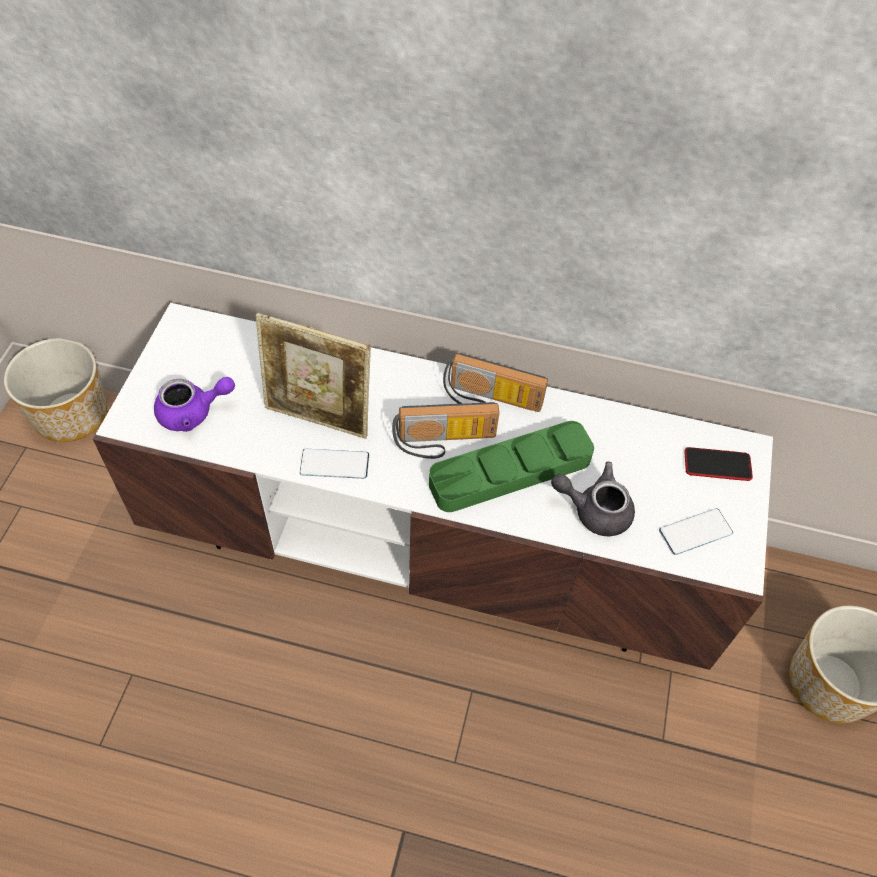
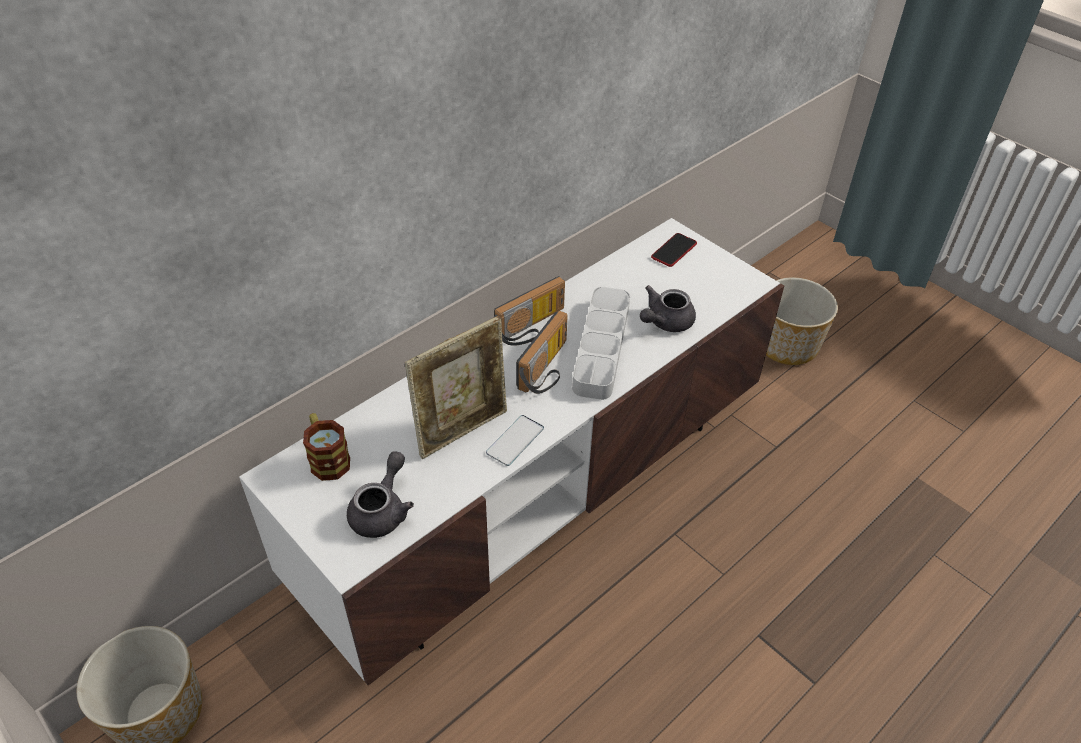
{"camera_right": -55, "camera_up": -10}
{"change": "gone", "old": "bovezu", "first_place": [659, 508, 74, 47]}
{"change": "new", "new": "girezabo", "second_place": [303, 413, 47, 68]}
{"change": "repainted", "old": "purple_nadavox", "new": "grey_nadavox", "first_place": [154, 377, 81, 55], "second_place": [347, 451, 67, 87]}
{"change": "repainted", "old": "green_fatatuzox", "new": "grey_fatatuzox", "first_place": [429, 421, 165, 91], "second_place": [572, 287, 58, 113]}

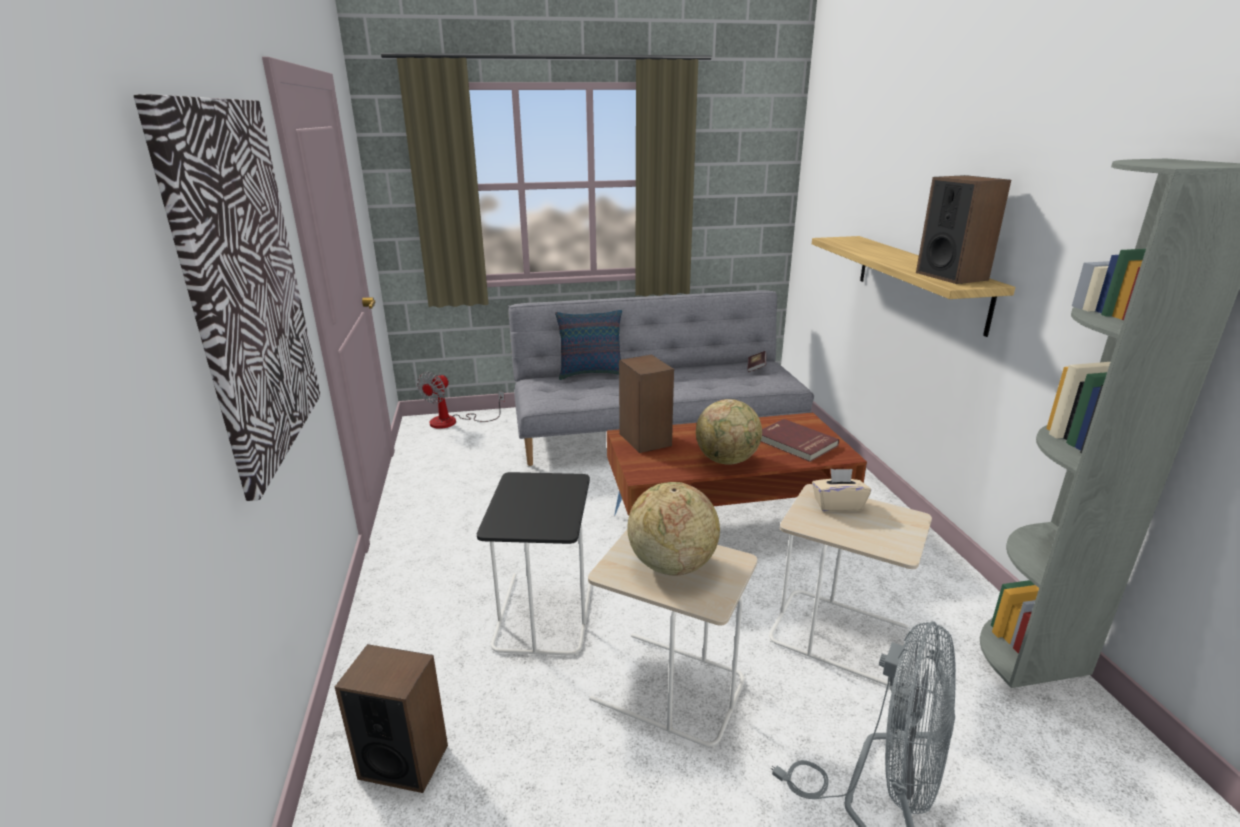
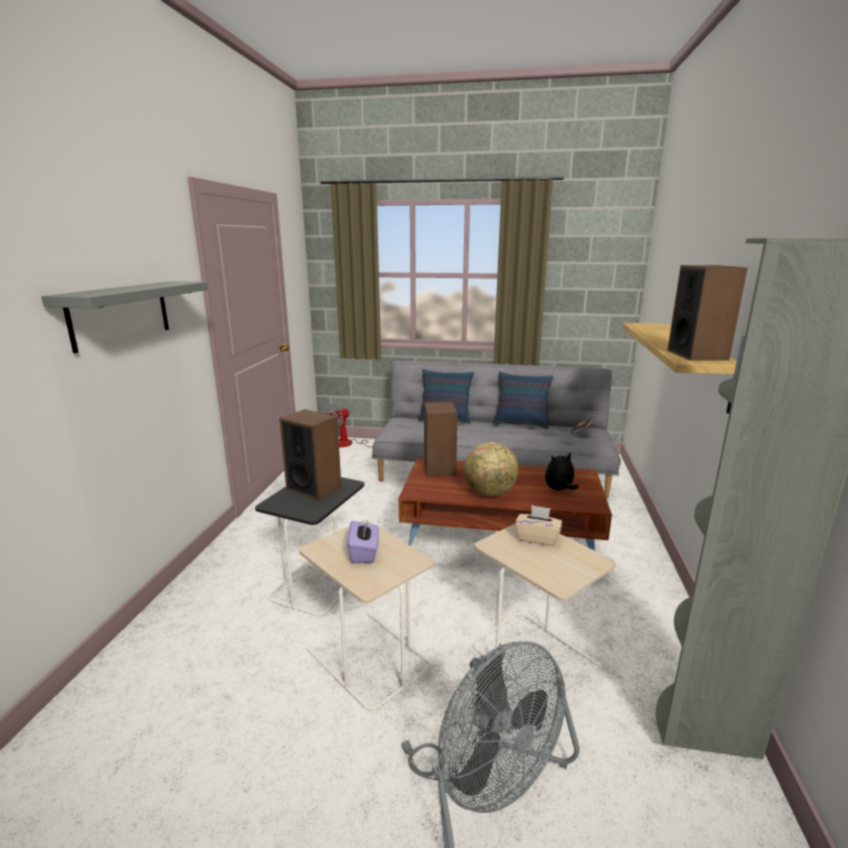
{"camera_right": 20, "camera_up": -5}
{"change": "new", "new": "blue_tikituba", "second_place": [494, 372, 60, 57]}
{"change": "shifted", "old": "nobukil", "first_place": [335, 644, 113, 149], "second_place": [279, 409, 62, 92]}
{"change": "swapped", "old": "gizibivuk", "new": "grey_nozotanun", "first_place": [134, 94, 187, 407], "second_place": [41, 281, 167, 72]}
{"change": "swapped", "old": "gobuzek", "new": "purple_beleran", "first_place": [627, 482, 93, 93], "second_place": [347, 518, 32, 45]}
{"change": "swapped", "old": "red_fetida", "new": "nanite", "first_place": [761, 419, 78, 43], "second_place": [545, 452, 33, 38]}

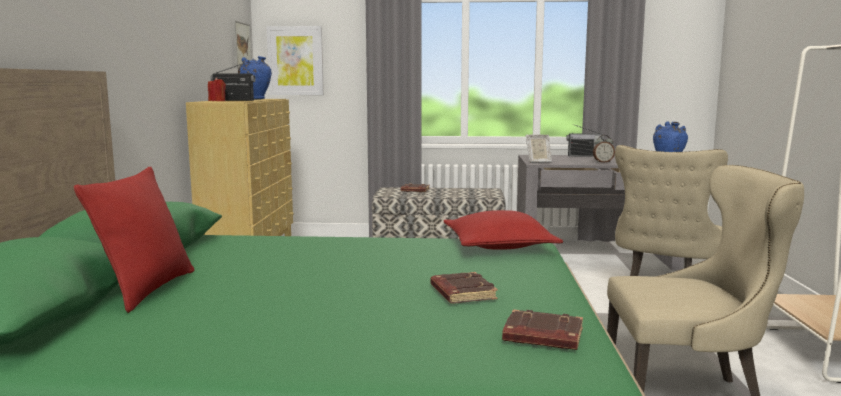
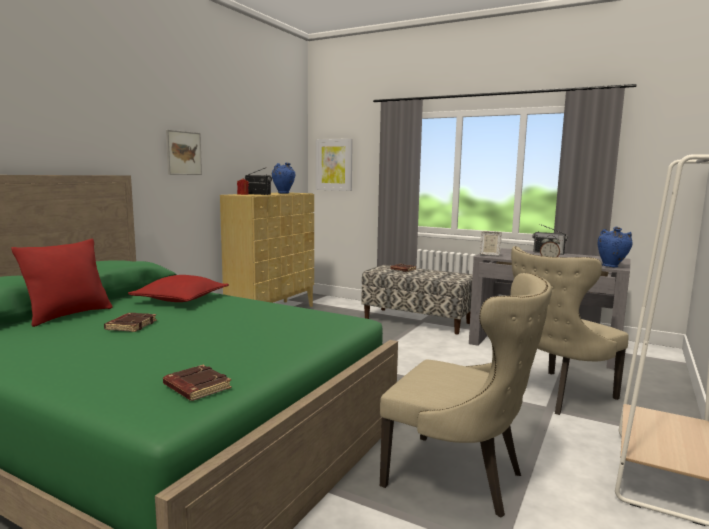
{"camera_right": 25, "camera_up": 0}
{"change": "shifted", "old": "gizibivuk", "first_place": [233, 20, 19, 48], "second_place": [166, 130, 36, 45]}
{"change": "shifted", "old": "brown_fetida", "first_place": [431, 272, 67, 32], "second_place": [104, 313, 53, 19]}
{"change": "shifted", "old": "red_tikituba", "first_place": [443, 210, 120, 40], "second_place": [128, 275, 101, 27]}

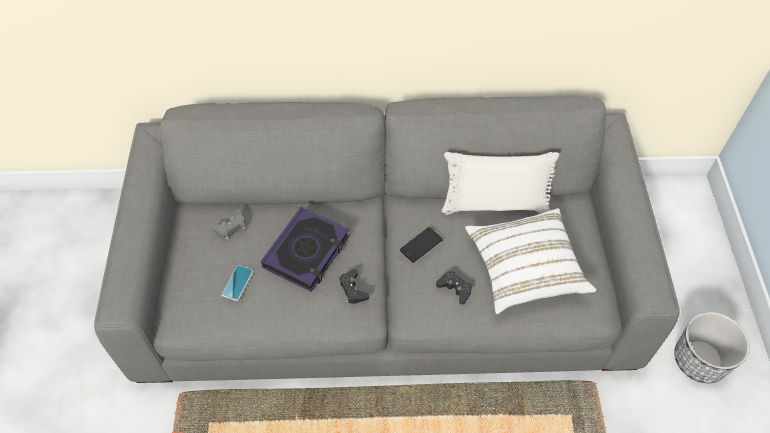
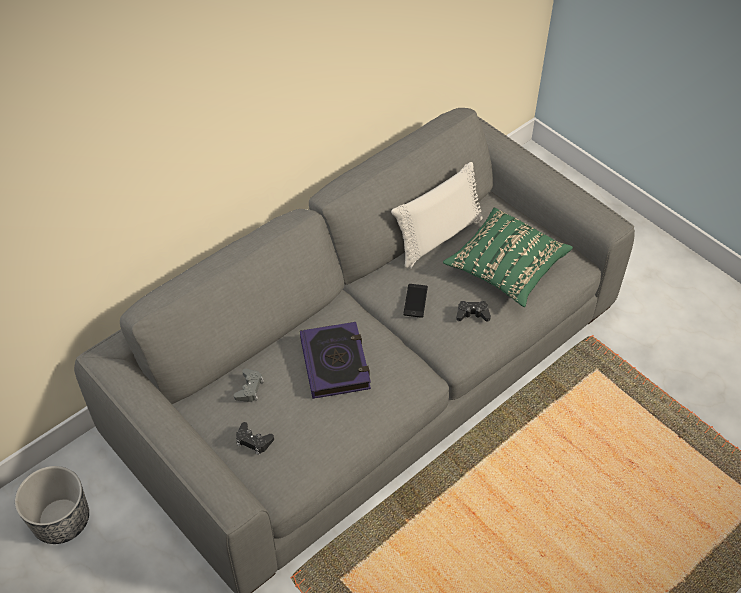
{"camera_right": -40, "camera_up": -5}
{"change": "gone", "old": "bovezu", "first_place": [222, 265, 32, 36]}
{"change": "shifted", "old": "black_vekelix", "first_place": [338, 269, 31, 35], "second_place": [236, 422, 38, 33]}
{"change": "shifted", "old": "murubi", "first_place": [674, 312, 76, 71], "second_place": [15, 466, 74, 78]}
{"change": "repainted", "old": "white_tikituba", "new": "green_tikituba", "first_place": [465, 208, 131, 106], "second_place": [443, 208, 130, 99]}

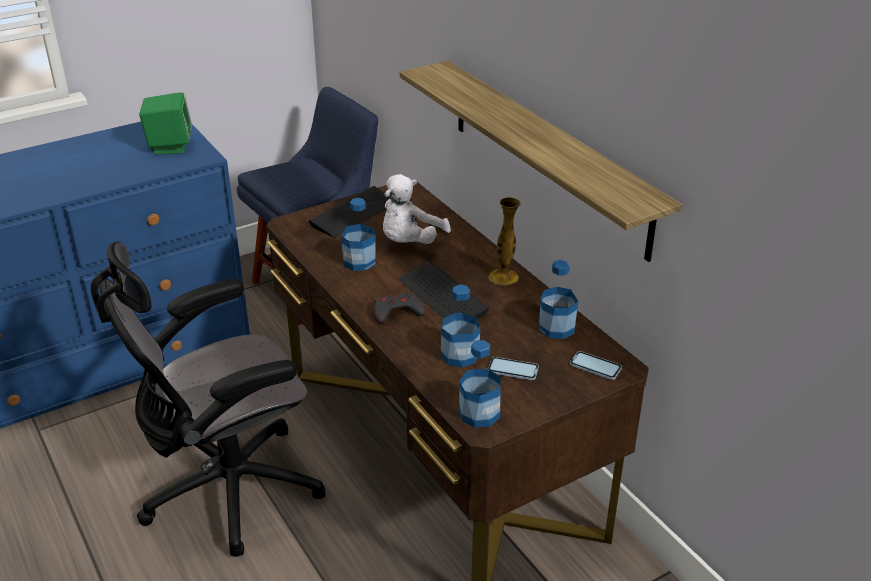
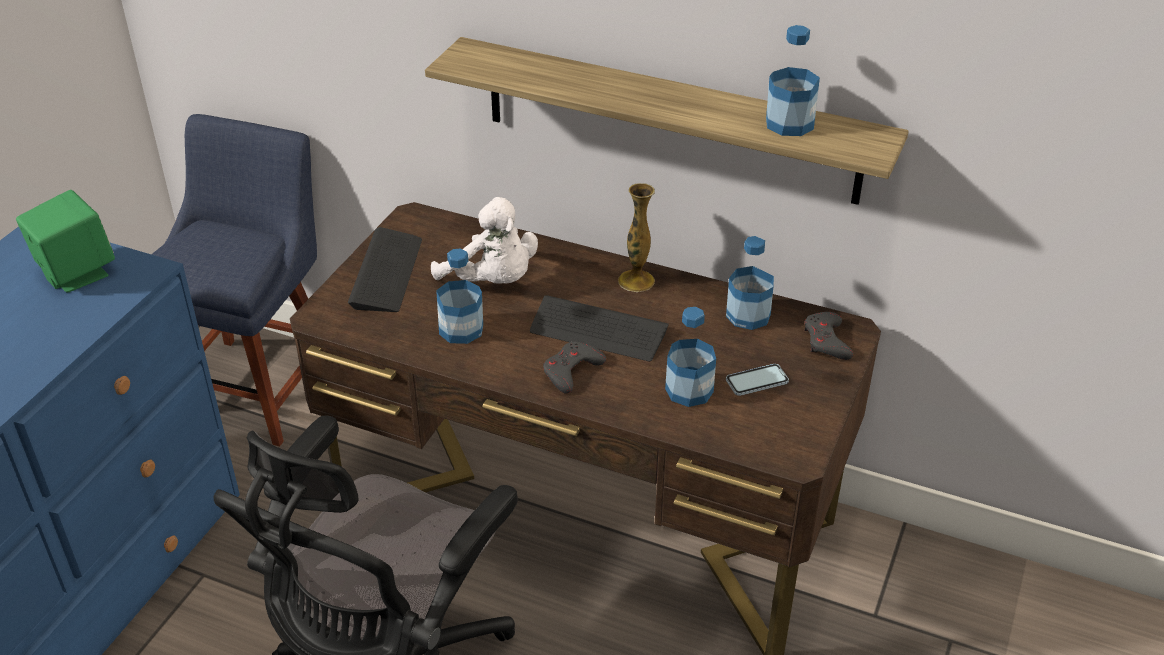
{"camera_right": -35, "camera_up": 5}
{"change": "shifted", "old": "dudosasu", "first_place": [459, 340, 42, 88], "second_place": [766, 25, 54, 111]}
{"change": "swapped", "old": "bovezu", "new": "grey_vekelix", "first_place": [570, 351, 52, 29], "second_place": [804, 312, 49, 48]}
{"change": "rotated", "old": "white_nanite", "first_place": [383, 174, 68, 70], "second_place": [431, 197, 107, 87], "degrees": -45}

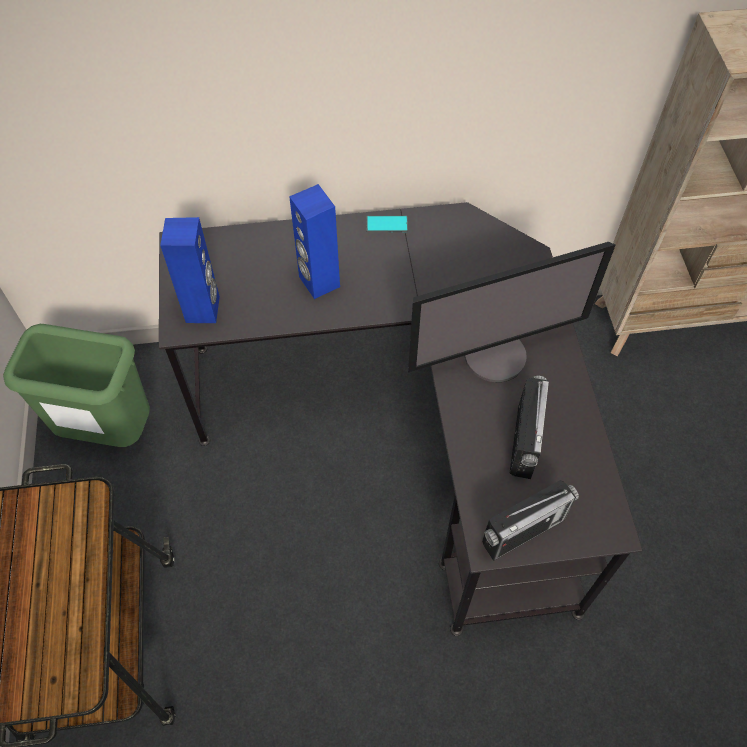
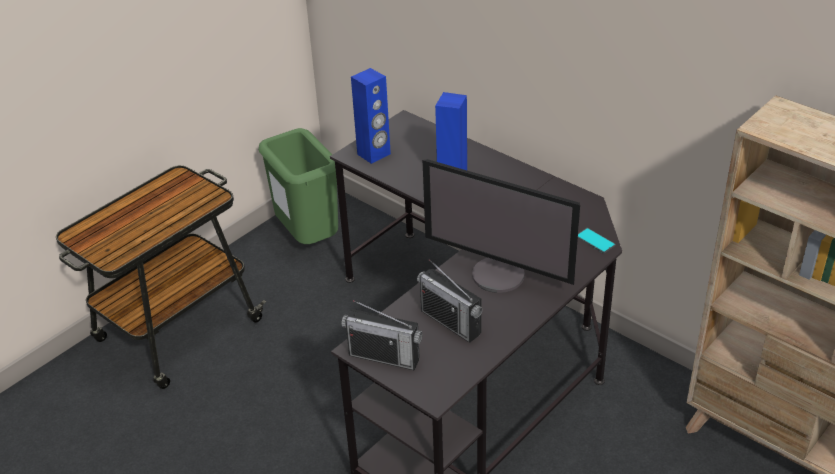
{"camera_right": 50, "camera_up": -20}
{"change": "shifted", "old": "bovezu", "first_place": [366, 216, 42, 16], "second_place": [578, 228, 38, 25]}
{"change": "rotated", "old": "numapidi", "first_place": [509, 376, 40, 103], "second_place": [417, 259, 66, 84], "degrees": 75}

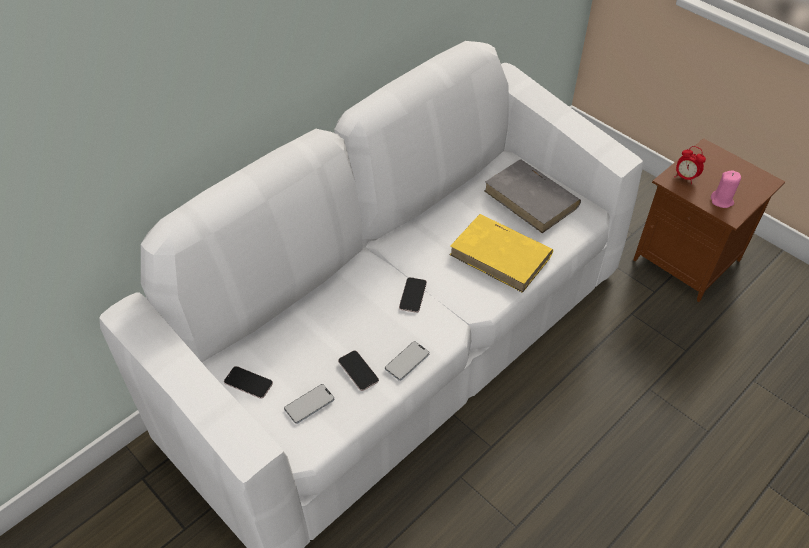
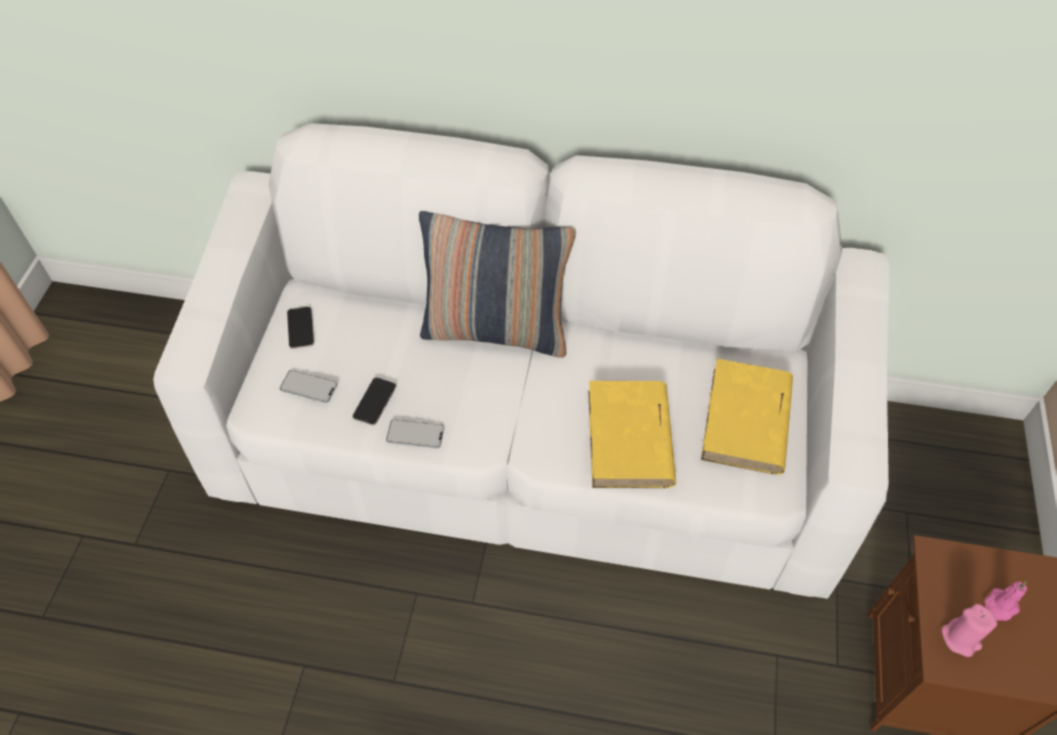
{"camera_right": 55, "camera_up": 5}
{"change": "gone", "old": "bovezu", "first_place": [399, 277, 28, 36]}
{"change": "gone", "old": "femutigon", "first_place": [675, 146, 31, 38]}
{"change": "new", "new": "tikituba", "second_place": [419, 211, 157, 147]}
{"change": "new", "new": "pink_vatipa", "second_place": [985, 581, 42, 40]}
{"change": "repainted", "old": "grey_fetida", "new": "yellow_fetida", "first_place": [484, 159, 97, 74], "second_place": [701, 359, 92, 116]}

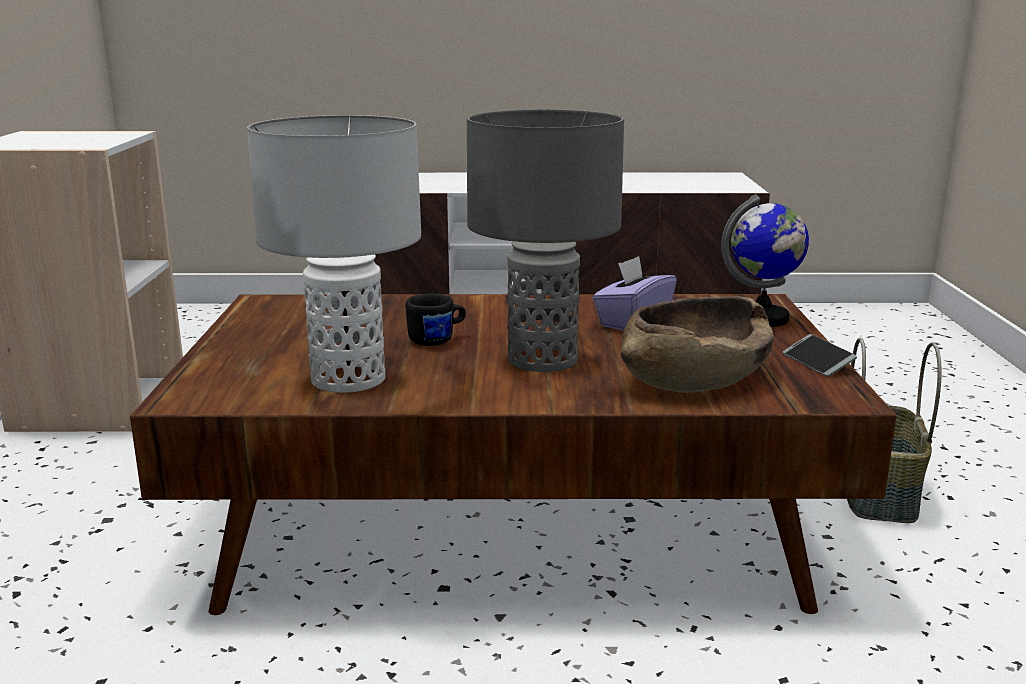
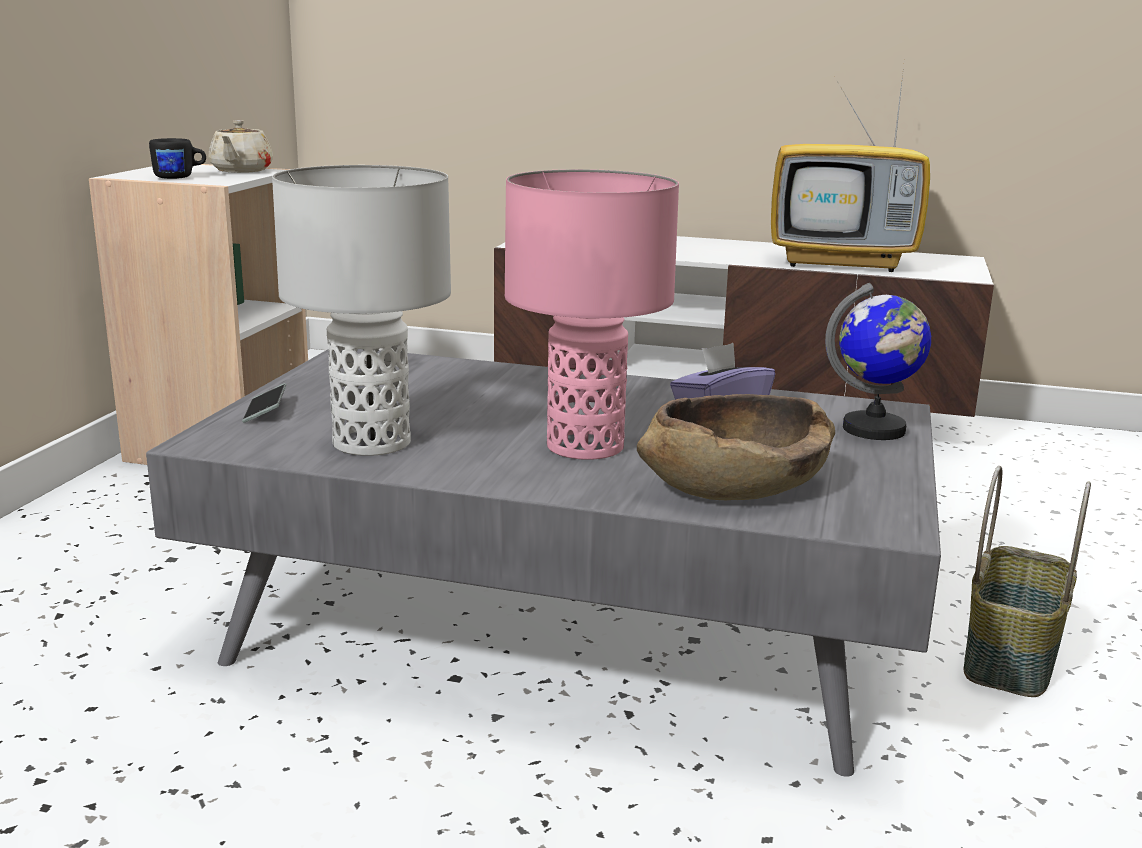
{"camera_right": 15, "camera_up": 0}
{"change": "new", "new": "beige_nadavox", "second_place": [209, 120, 64, 53]}
{"change": "new", "new": "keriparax", "second_place": [771, 66, 159, 206]}
{"change": "shifted", "old": "black_girezabo", "first_place": [405, 294, 61, 52], "second_place": [149, 138, 57, 41]}
{"change": "shifted", "old": "bovezu", "first_place": [783, 334, 74, 43], "second_place": [242, 383, 44, 40]}
{"change": "repainted", "old": "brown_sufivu", "new": "grey_sufivu", "first_place": [130, 294, 766, 321], "second_place": [146, 349, 795, 428]}
{"change": "repainted", "old": "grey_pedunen", "new": "pink_pedunen", "first_place": [467, 109, 157, 263], "second_place": [505, 169, 174, 291]}

